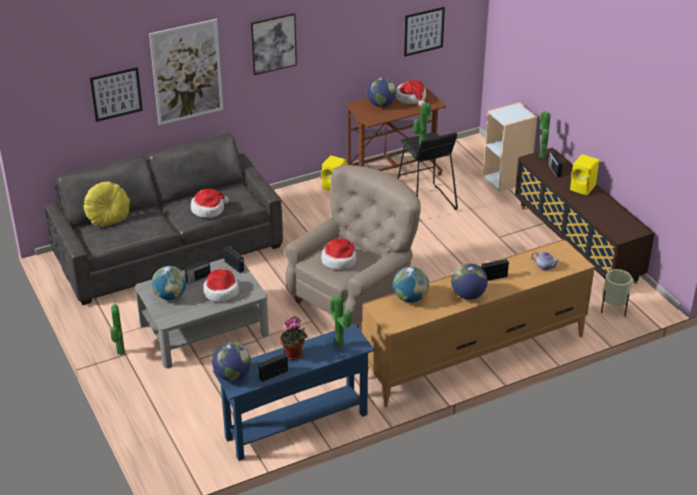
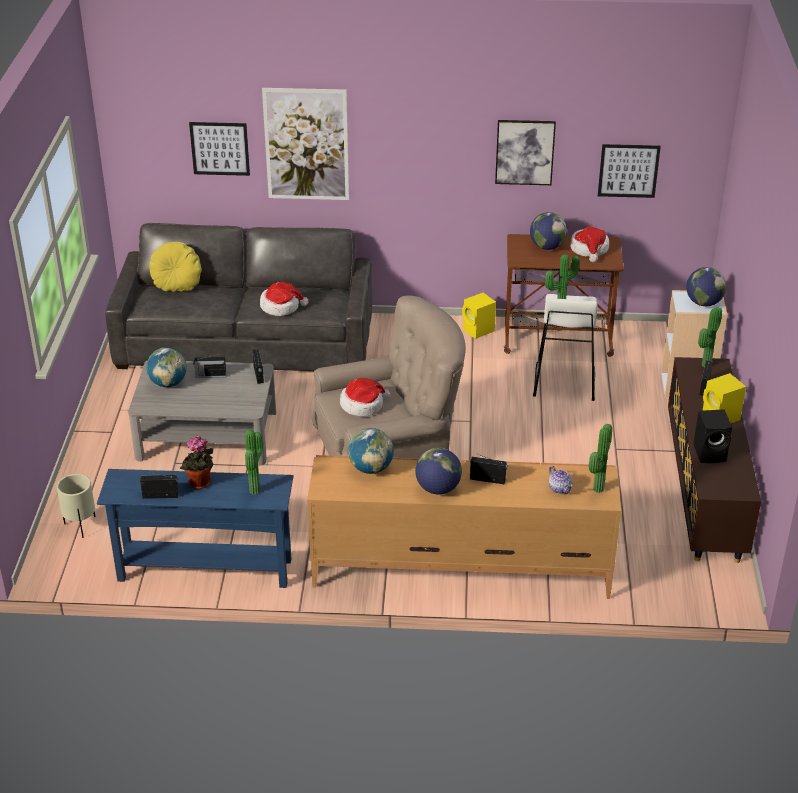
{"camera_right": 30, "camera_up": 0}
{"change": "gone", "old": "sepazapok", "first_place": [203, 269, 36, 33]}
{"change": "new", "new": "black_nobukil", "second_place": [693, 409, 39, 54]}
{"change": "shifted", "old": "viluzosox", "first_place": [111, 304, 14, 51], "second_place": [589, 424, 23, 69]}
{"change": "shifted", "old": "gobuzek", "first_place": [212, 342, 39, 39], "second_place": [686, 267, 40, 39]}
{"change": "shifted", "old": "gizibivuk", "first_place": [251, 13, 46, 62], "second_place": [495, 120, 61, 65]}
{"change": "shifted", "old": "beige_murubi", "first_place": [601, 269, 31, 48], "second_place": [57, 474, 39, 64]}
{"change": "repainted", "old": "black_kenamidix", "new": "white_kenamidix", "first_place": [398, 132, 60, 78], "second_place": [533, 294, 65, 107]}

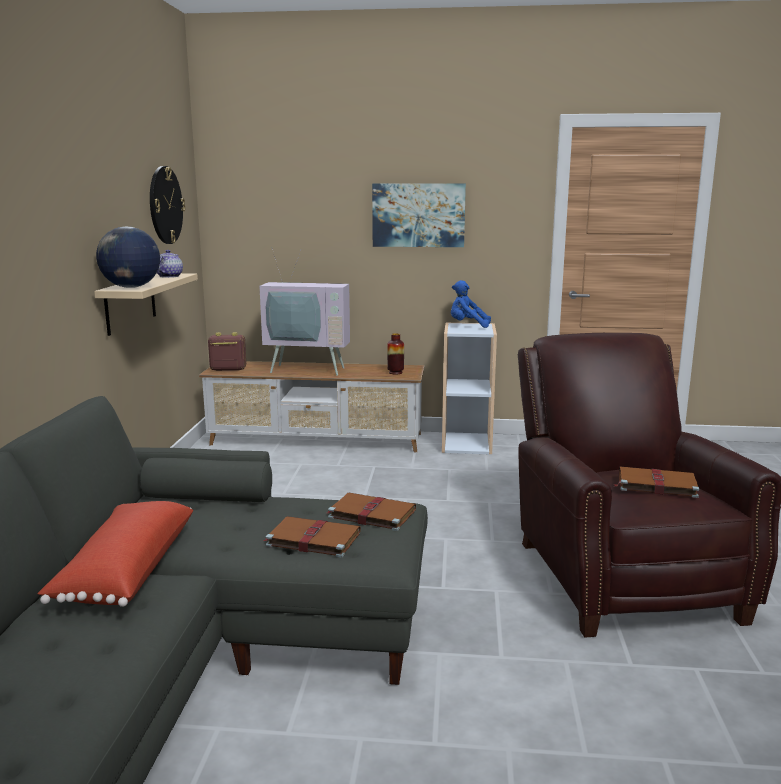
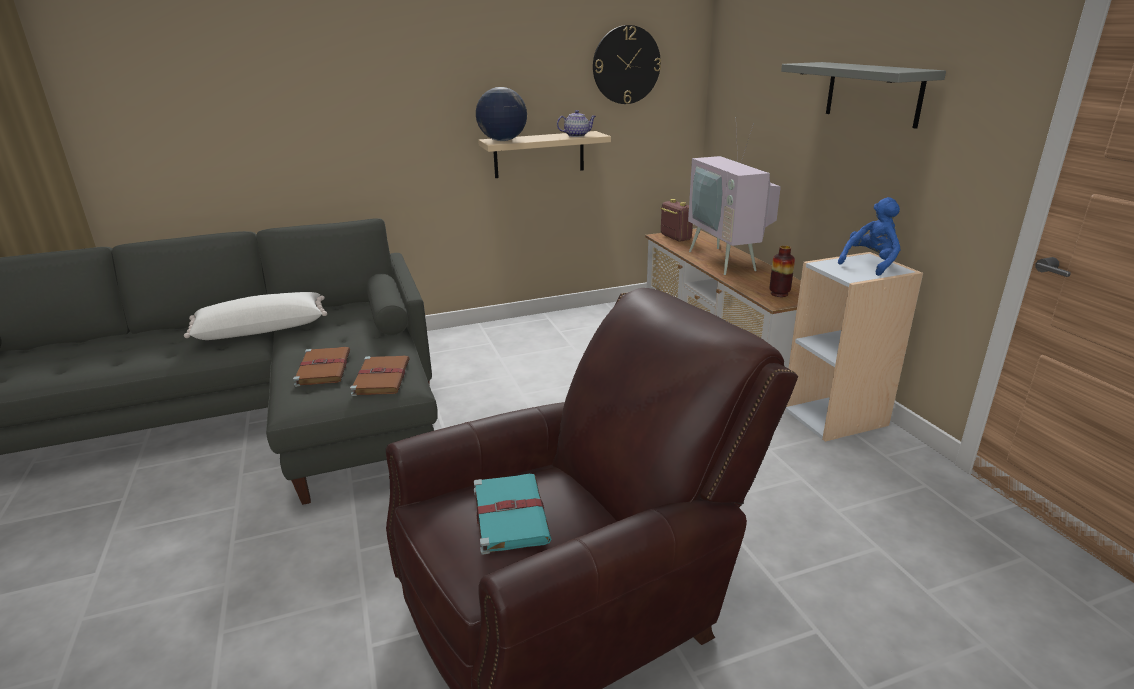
{"camera_right": 65, "camera_up": 10}
{"change": "swapped", "old": "gizibivuk", "new": "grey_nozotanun", "first_place": [372, 184, 94, 63], "second_place": [781, 62, 165, 67]}
{"change": "repainted", "old": "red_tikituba", "new": "white_tikituba", "first_place": [37, 501, 156, 106], "second_place": [184, 292, 143, 48]}
{"change": "repainted", "old": "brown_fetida", "new": "turquoise_fetida", "first_place": [613, 467, 86, 31], "second_place": [474, 474, 77, 81]}
{"change": "rotated", "old": "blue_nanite", "first_place": [451, 280, 40, 48], "second_place": [838, 197, 62, 79], "degrees": 60}

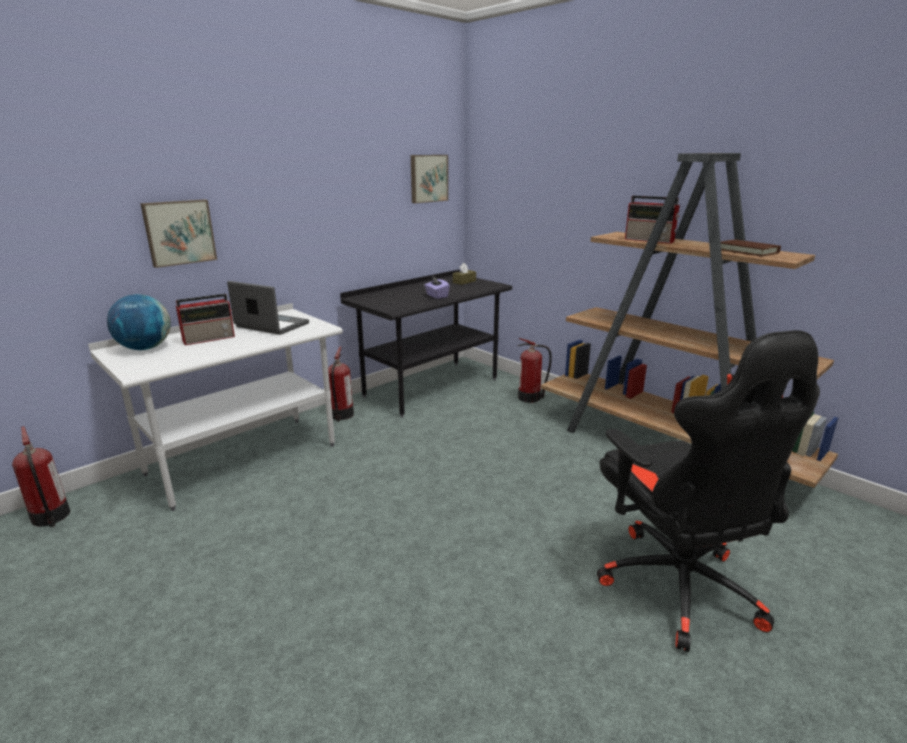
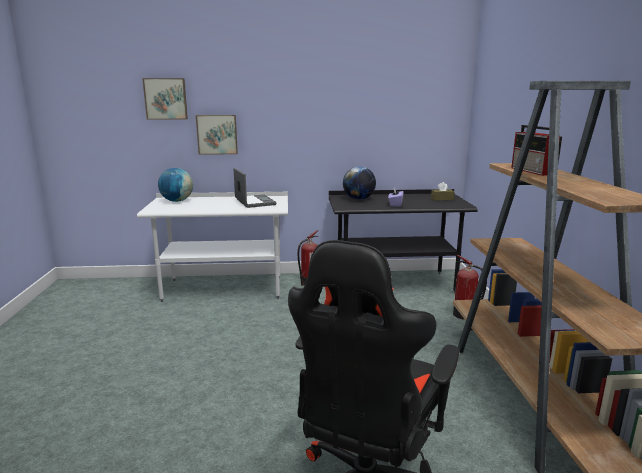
{"camera_right": 40, "camera_up": -5}
{"change": "gone", "old": "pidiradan", "first_place": [12, 426, 58, 101]}
{"change": "gone", "old": "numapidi", "first_place": [176, 294, 59, 51]}
{"change": "gone", "old": "brown_fetida", "first_place": [721, 240, 60, 17]}
{"change": "new", "new": "gobuzek", "second_place": [343, 166, 33, 34]}
{"change": "shifted", "old": "gizibivuk", "first_place": [411, 155, 37, 48], "second_place": [142, 78, 46, 42]}

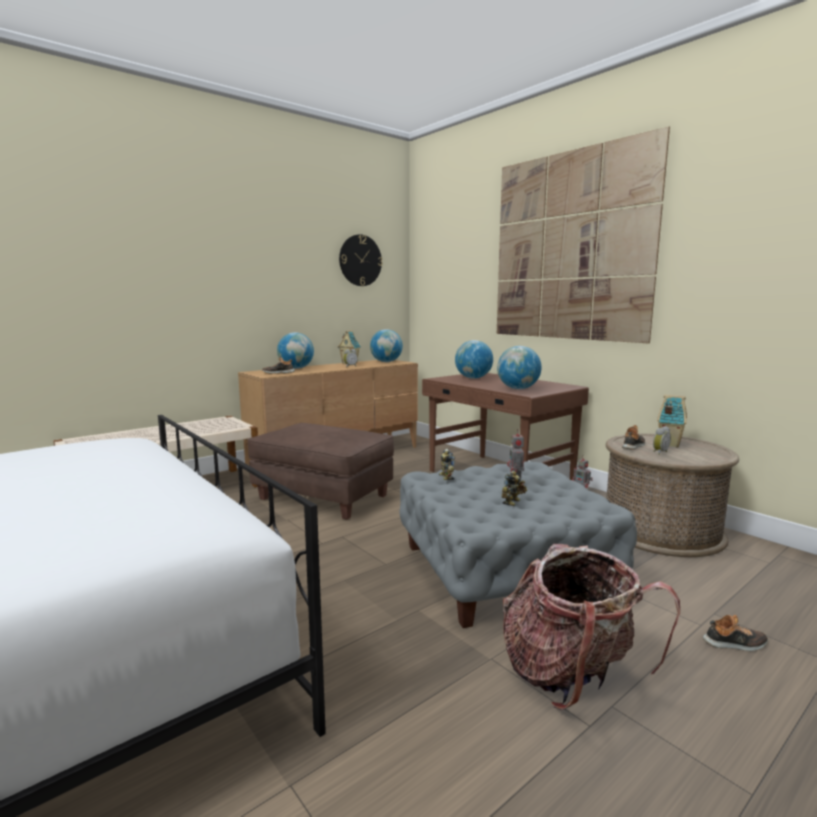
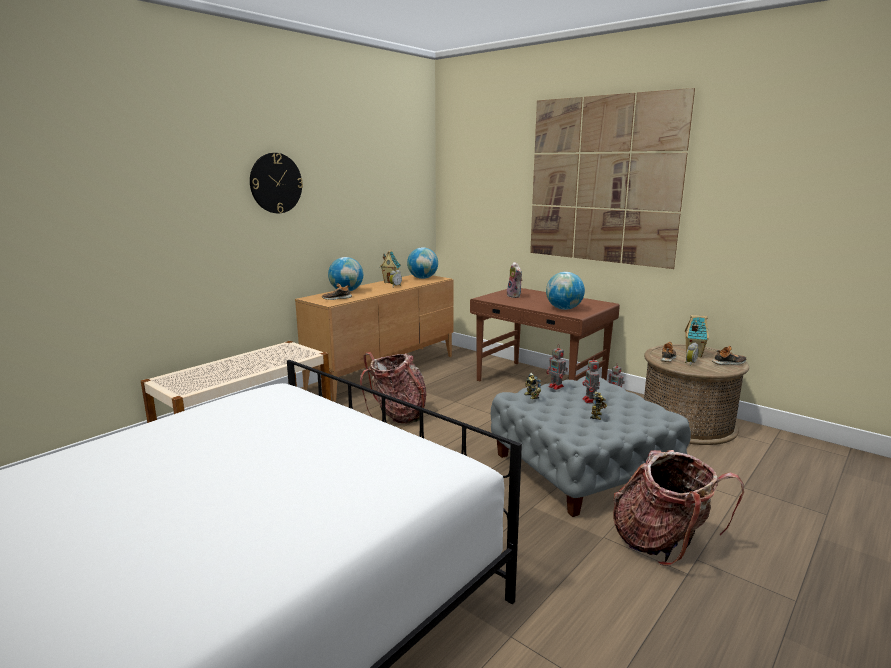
{"camera_right": -10, "camera_up": 5}
{"change": "new", "new": "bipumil", "second_place": [547, 344, 21, 46]}
{"change": "shifted", "old": "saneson", "first_place": [339, 234, 43, 52], "second_place": [250, 153, 53, 60]}
{"change": "shifted", "old": "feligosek", "first_place": [703, 615, 65, 36], "second_place": [712, 346, 34, 19]}
{"change": "swapped", "old": "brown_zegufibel", "new": "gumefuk", "first_place": [248, 423, 146, 97], "second_place": [360, 352, 66, 72]}
{"change": "swapped", "old": "gobuzek", "new": "nanite", "first_place": [455, 340, 38, 39], "second_place": [507, 262, 15, 36]}

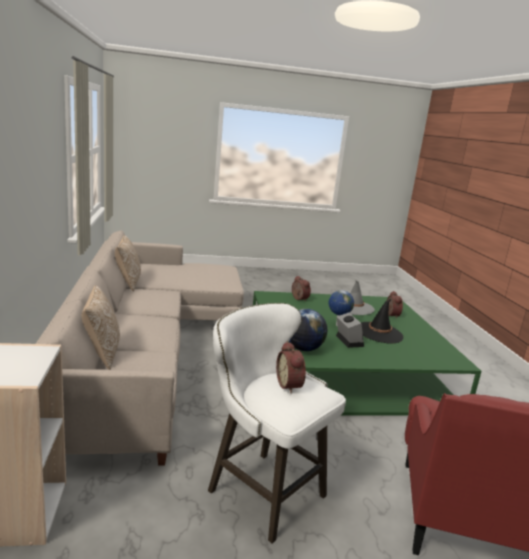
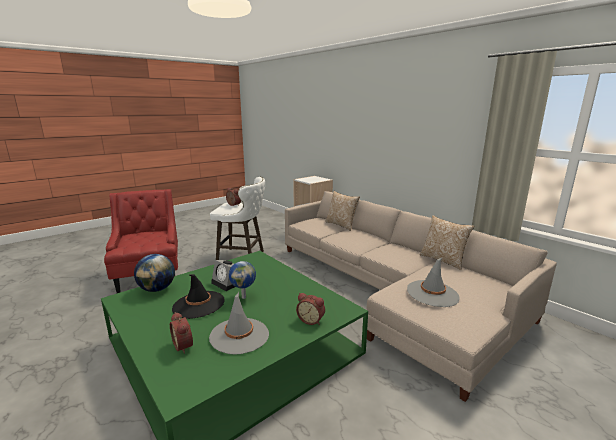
{"camera_right": 150, "camera_up": 0}
{"change": "new", "new": "grey_sepazapok", "second_place": [407, 257, 53, 50]}
{"change": "shifted", "old": "gobuzek", "first_place": [289, 309, 38, 42], "second_place": [134, 254, 41, 38]}

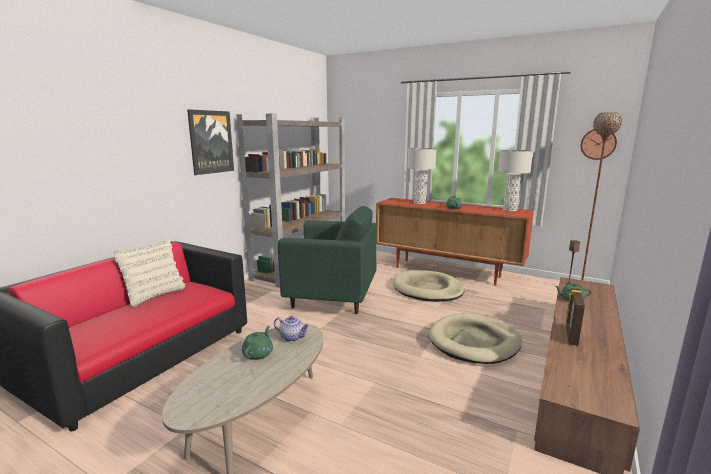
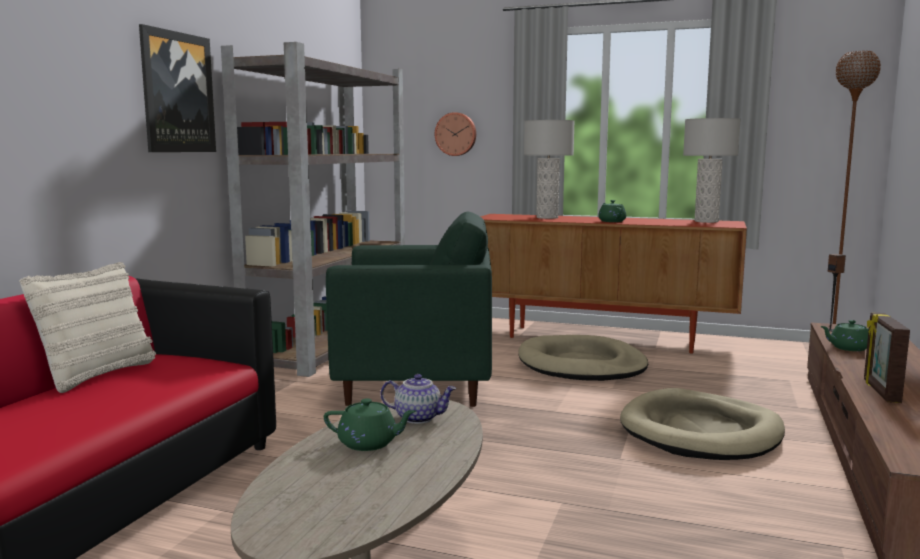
{"camera_right": -10, "camera_up": -5}
{"change": "shifted", "old": "saneson", "first_place": [581, 129, 36, 31], "second_place": [435, 112, 41, 44]}
{"change": "rotated", "old": "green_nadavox", "first_place": [242, 326, 31, 34], "second_place": [324, 398, 92, 53], "degrees": 90}

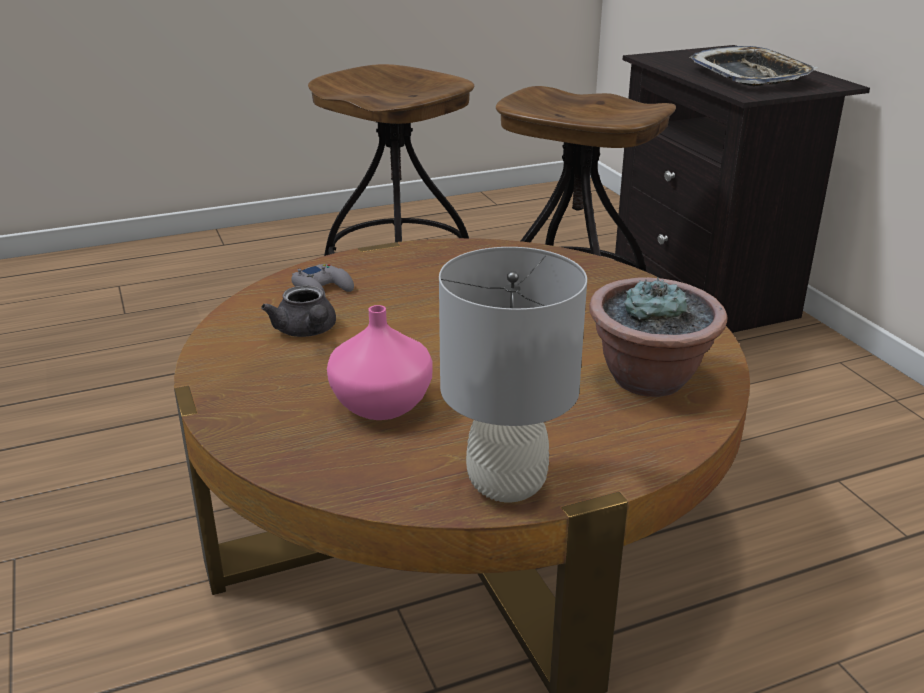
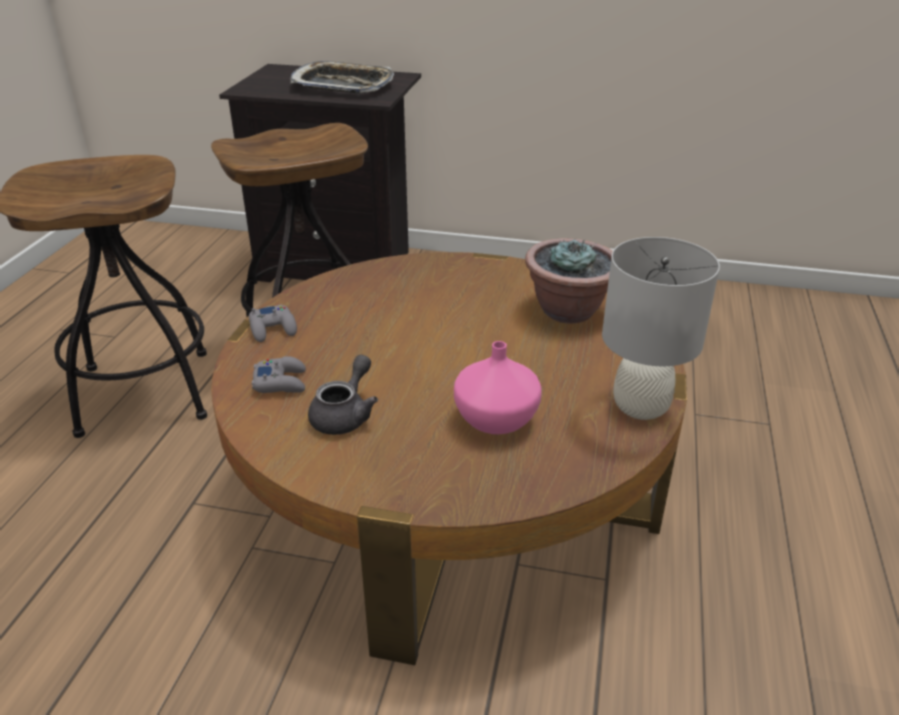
{"camera_right": -55, "camera_up": 5}
{"change": "new", "new": "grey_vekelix", "second_place": [249, 305, 48, 37]}
{"change": "rotated", "old": "grey_nadavox", "first_place": [261, 285, 75, 52], "second_place": [308, 355, 70, 80], "degrees": -75}

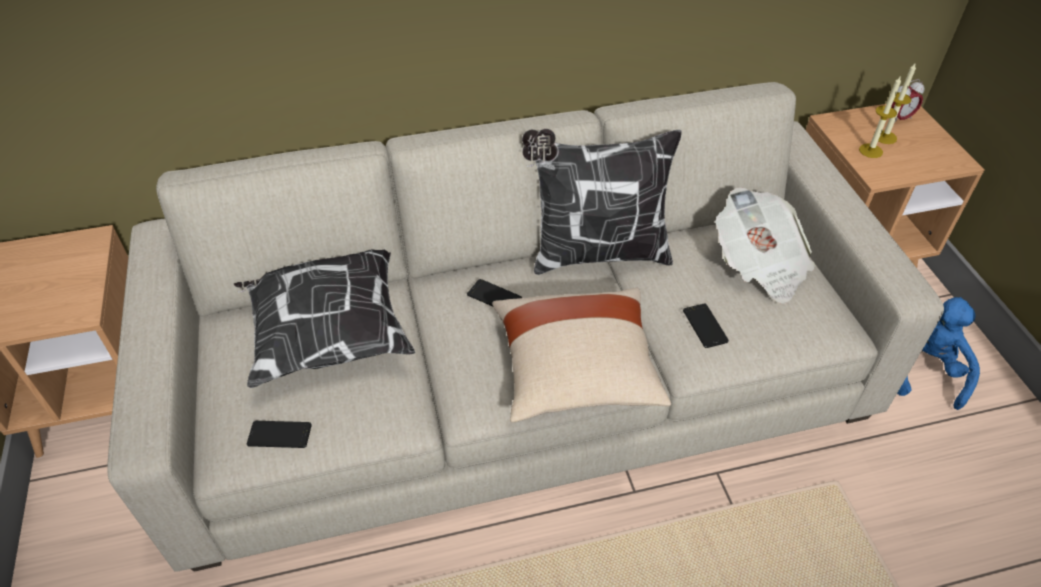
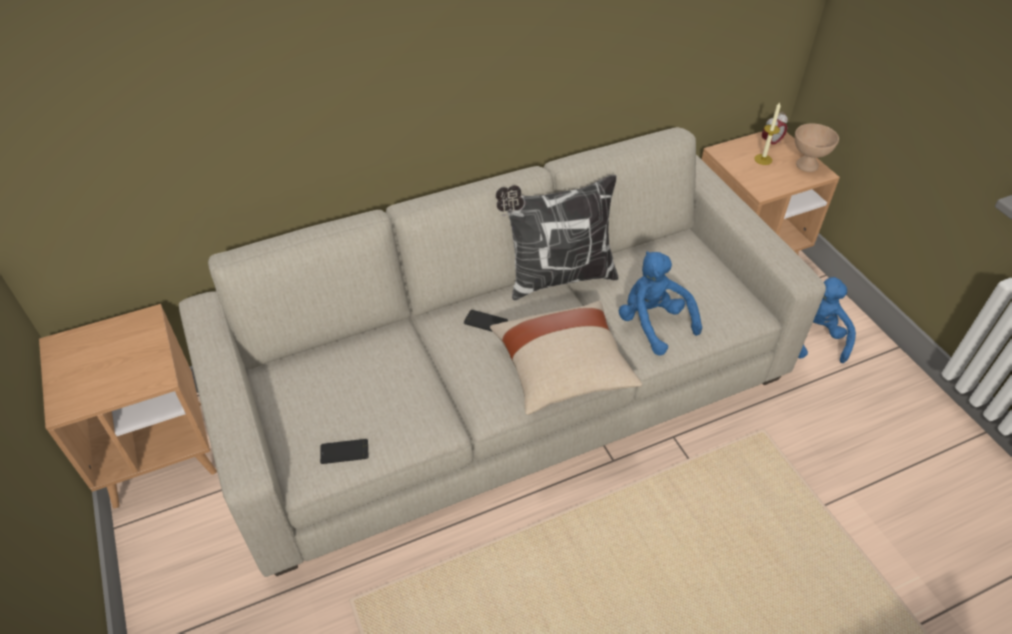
{"camera_right": -10, "camera_up": 0}
{"change": "gone", "old": "tikituba", "first_place": [234, 249, 181, 139]}
{"change": "gone", "old": "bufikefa", "first_place": [715, 187, 101, 117]}
{"change": "gone", "old": "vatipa", "first_place": [859, 77, 42, 81]}
{"change": "new", "new": "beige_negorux", "second_place": [795, 123, 44, 49]}
{"change": "swapped", "old": "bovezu", "new": "blue_nanite", "first_place": [683, 304, 46, 44], "second_place": [619, 251, 83, 105]}

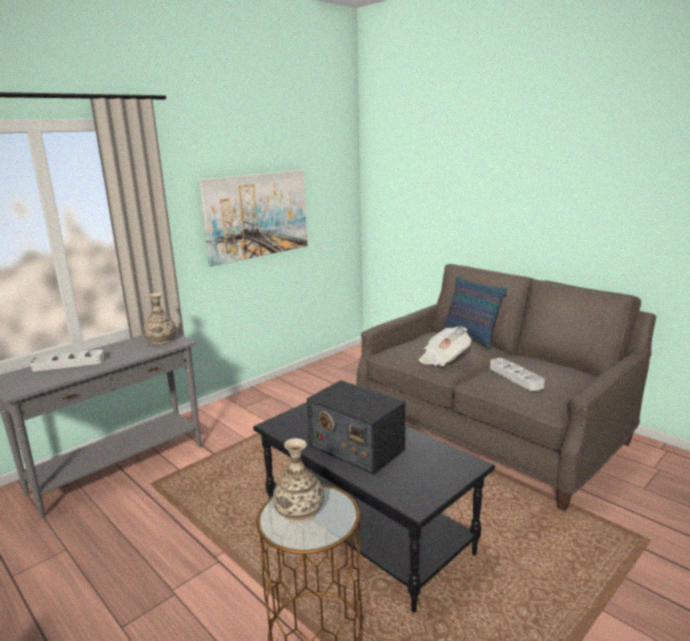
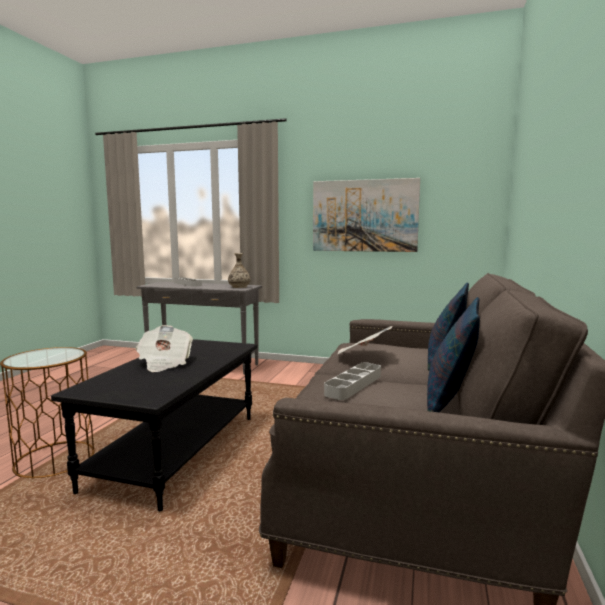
{"camera_right": 60, "camera_up": -10}
{"change": "gone", "old": "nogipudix", "first_place": [273, 438, 51, 84]}
{"change": "new", "new": "blue_tikituba", "second_place": [427, 297, 53, 115]}
{"change": "swapped", "old": "numapidi", "new": "bufikefa", "first_place": [307, 380, 99, 95], "second_place": [136, 325, 57, 47]}

